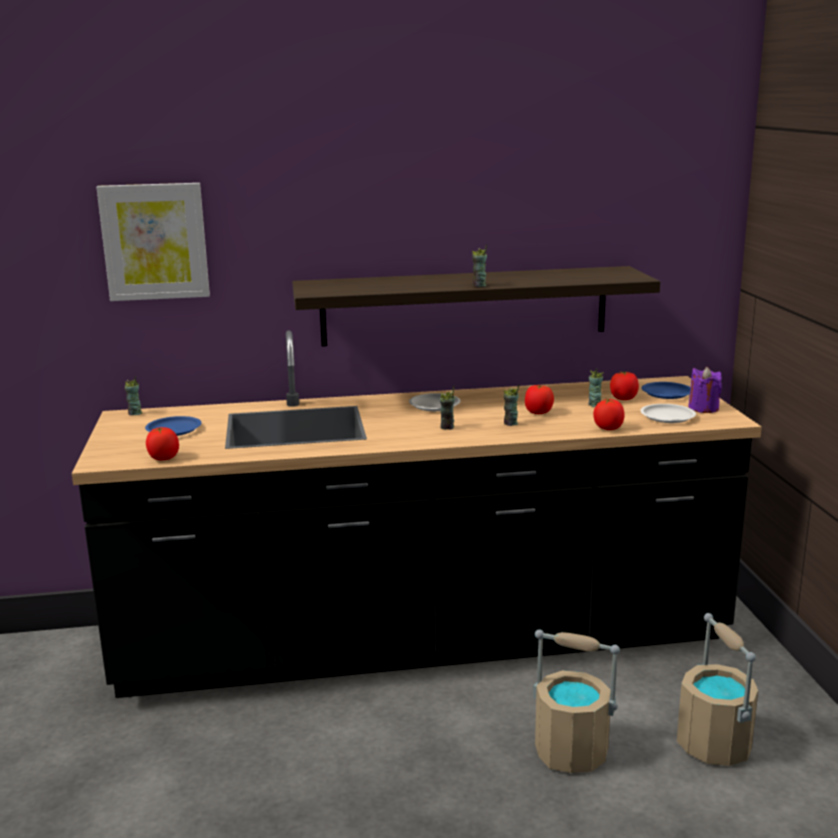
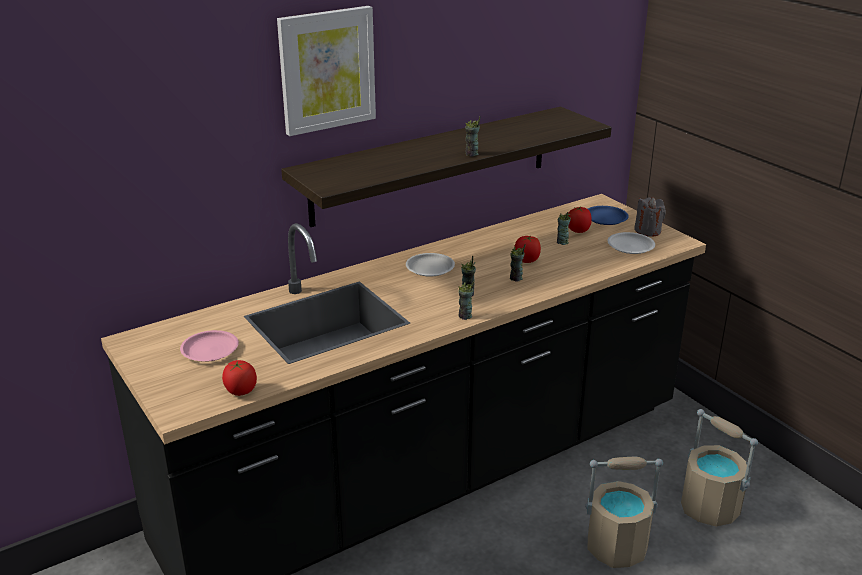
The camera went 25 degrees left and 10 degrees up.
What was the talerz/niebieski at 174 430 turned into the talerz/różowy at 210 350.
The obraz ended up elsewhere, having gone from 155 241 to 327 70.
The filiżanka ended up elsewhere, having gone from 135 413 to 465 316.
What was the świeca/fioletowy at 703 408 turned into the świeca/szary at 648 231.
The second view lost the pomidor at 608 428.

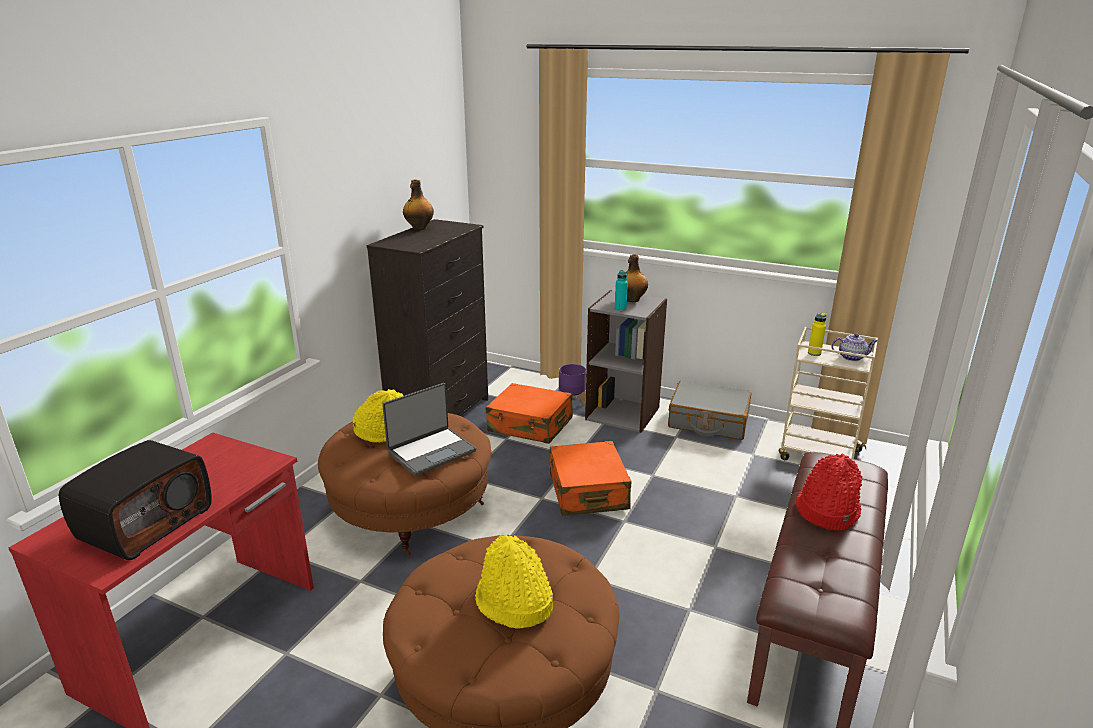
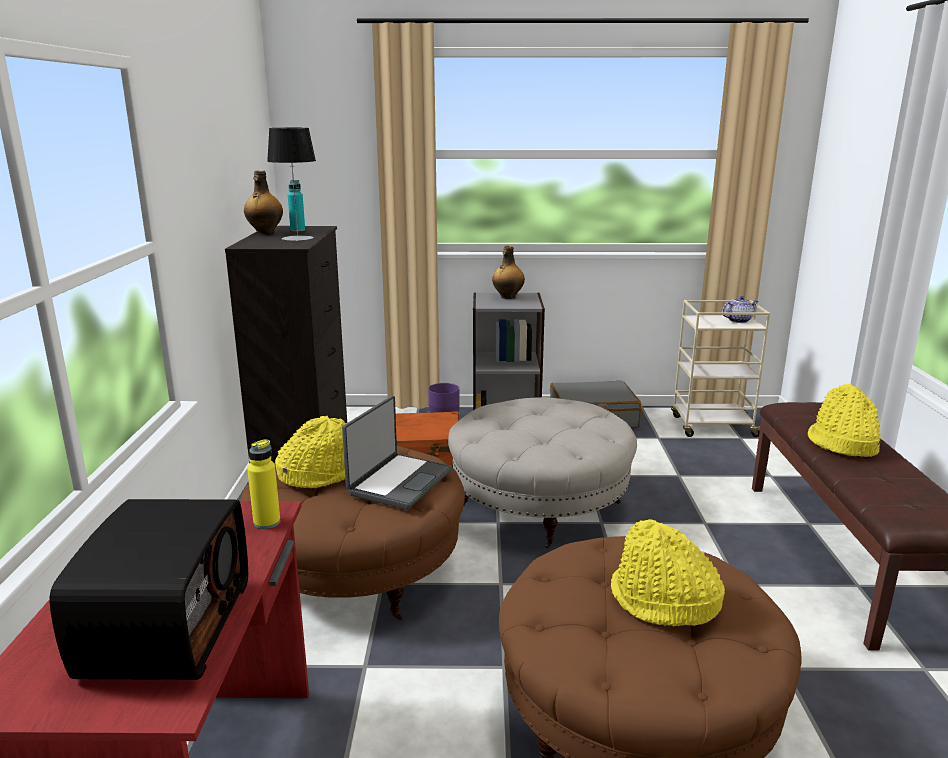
The camera went 25 degrees left and 5 degrees down.
The butelka/żółty ended up elsewhere, having gone from 814 353 to 267 522.
The second view gained the lampa stołowa at 297 238.
The butelka/turkusowy ended up elsewhere, having gone from 620 309 to 297 230.
Where the walizka/pomarańczowy stood at 588 491, the pufa/beżowy came to stand at 539 504.
What was the kapelusz/czerwony at 826 510 turned into the kapelusz/żółty at 842 444.

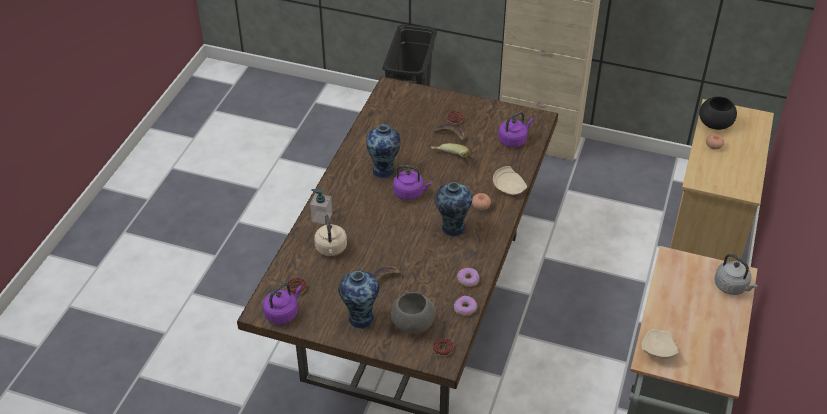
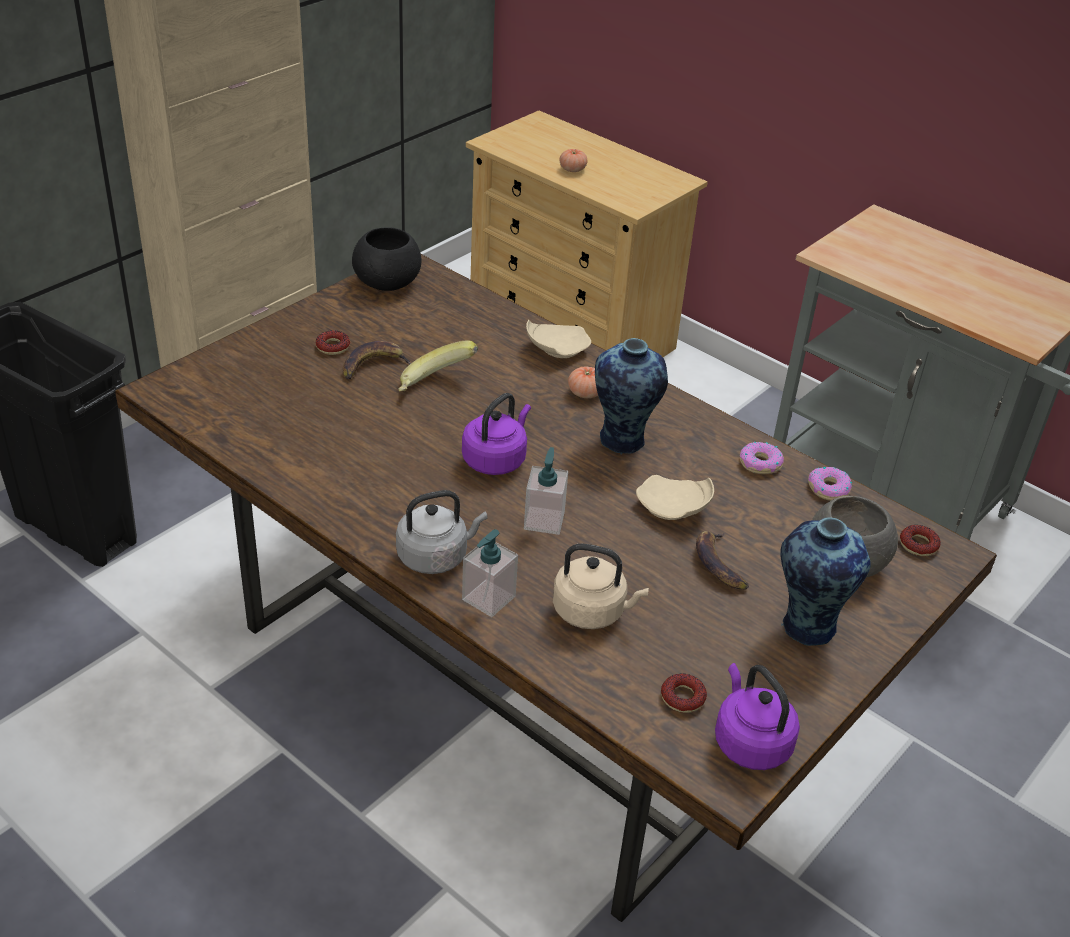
The camera went 70 degrees left and 5 degrees down.
The miska/czarny ended up elsewhere, having gone from 715 124 to 388 282.
The czajnik/szary ended up elsewhere, having gone from 732 287 to 436 556.
The second view gained the dozownik mydła at 544 520.
The talerz/beżowy ended up elsewhere, having gone from 657 350 to 673 509.
The second view lost the wazon at 384 170.
The second view lost the czajnik/fioletowy at 513 140.

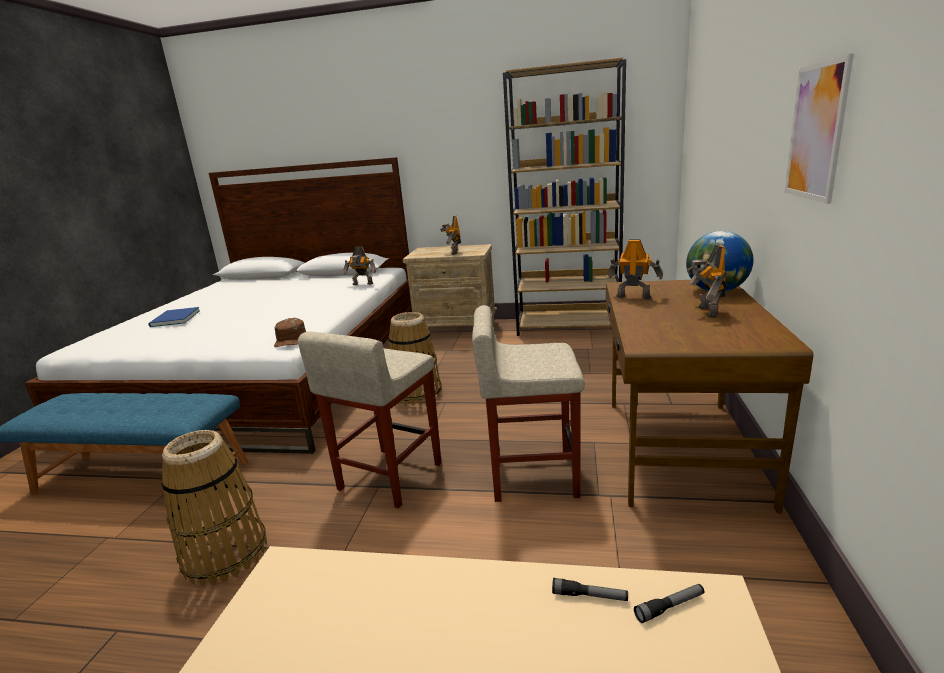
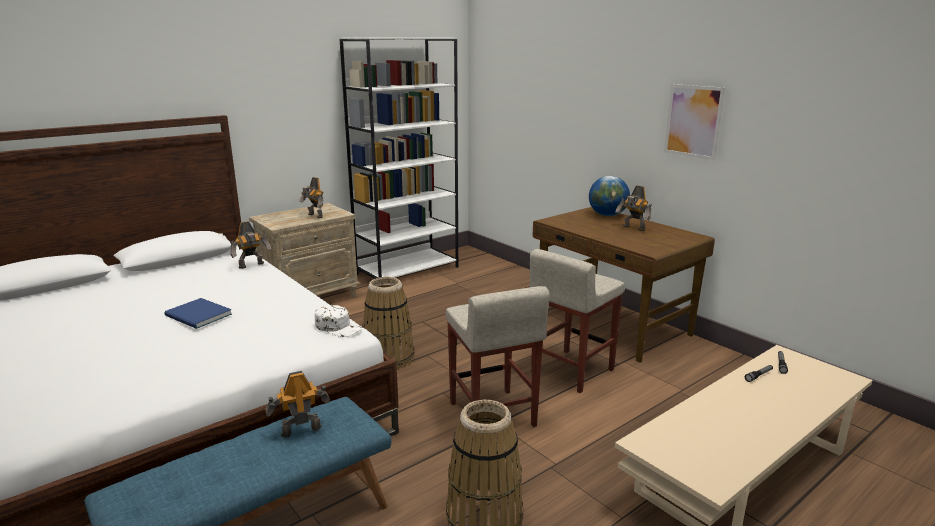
The camera went 50 degrees left and 0 degrees up.
The książka/niebieski ended up elsewhere, having gone from 174 319 to 198 316.
The robot zabawkowy ended up elsewhere, having gone from 633 297 to 300 430.
What was the czapka z daszkiem/brązowy at 290 339 turned into the czapka z daszkiem/biały at 338 327.
What was the regał/brązowy at 568 326 turned into the regał/biały at 407 270.

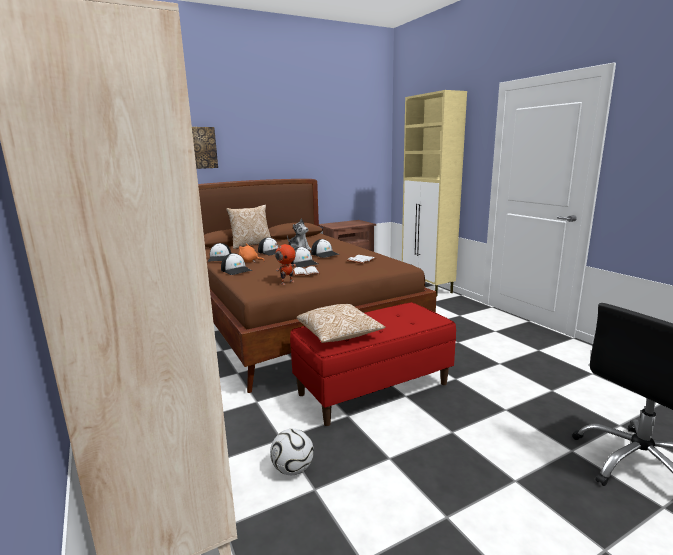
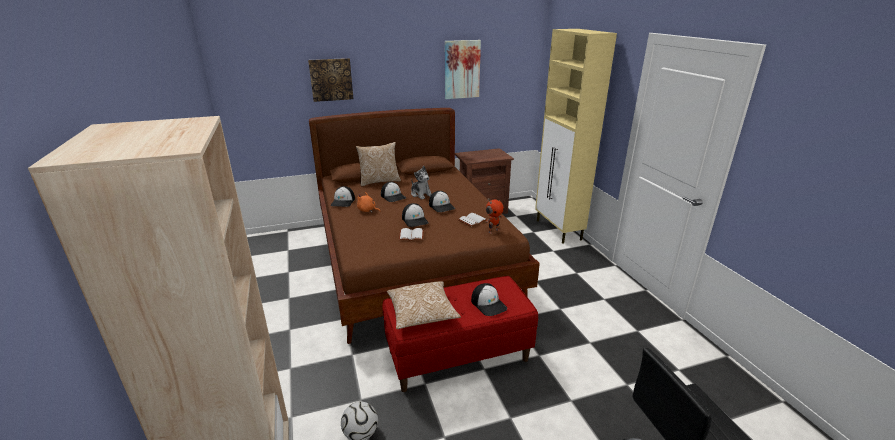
The camera went 10 degrees right and 10 degrees up.
The second view gained the obraz at 462 69.
The czapka z daszkiem ended up elsewhere, having gone from 236 270 to 488 304.
The robot zabawkowy ended up elsewhere, having gone from 287 282 to 493 231.

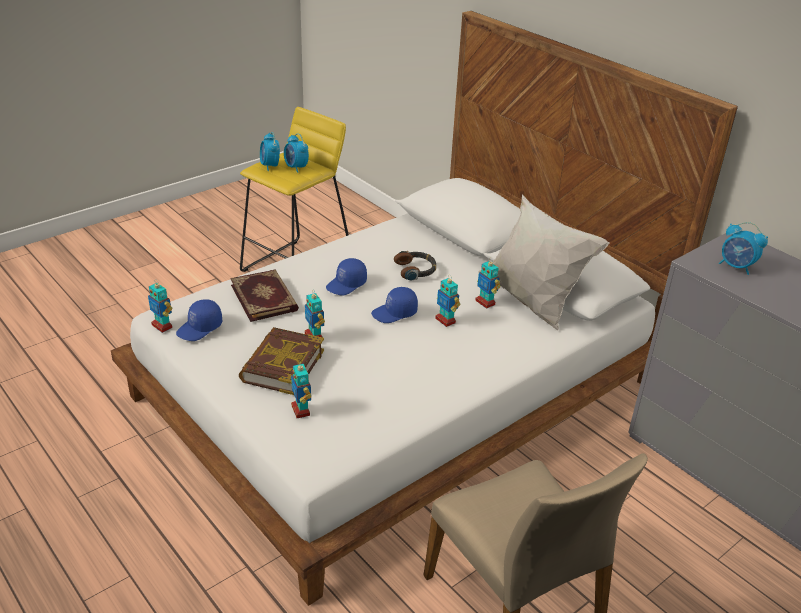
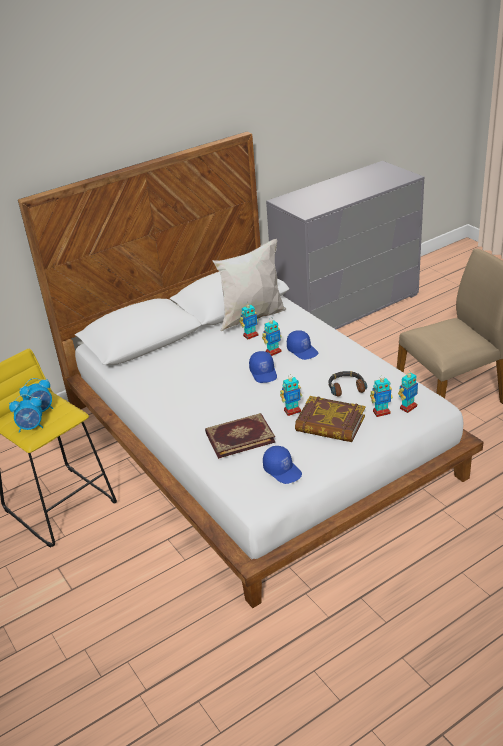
The camera went 80 degrees left and 0 degrees up.
The czapka z daszkiem/niebieski ended up elsewhere, having gone from 347 285 to 303 350.
The słuchawki ended up elsewhere, having gone from 416 270 to 346 387.
The robot zabawkowy ended up elsewhere, having gone from 162 326 to 408 407.
The second view lost the budzik at 736 267.

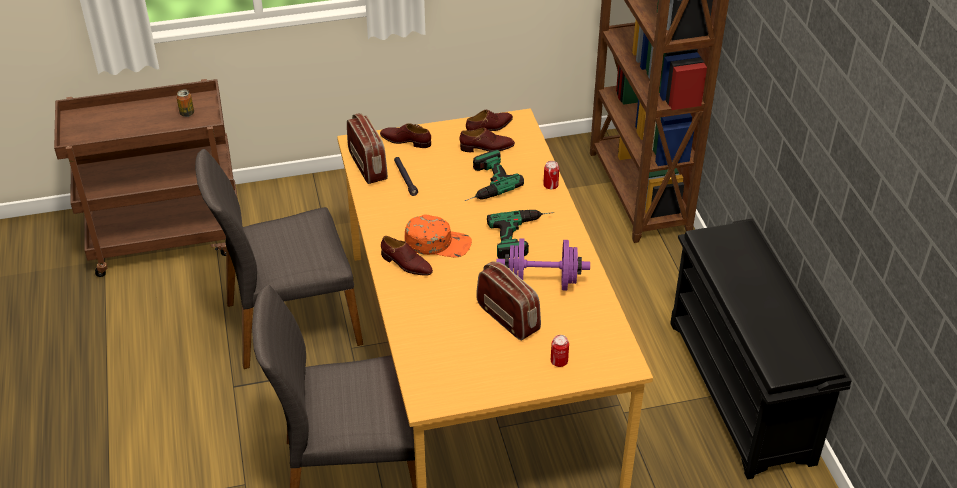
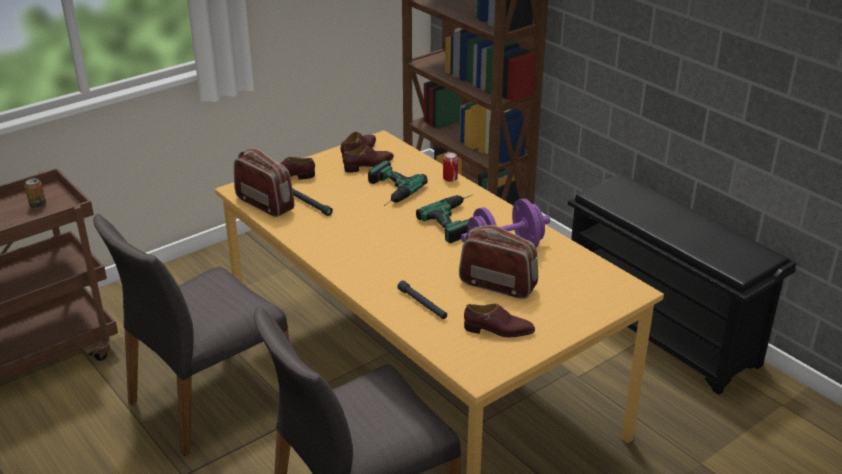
The camera went 25 degrees left and 10 degrees down.
The second view gained the latarka/czarny at 422 304.
The but/brązowy ended up elsewhere, having gone from 406 264 to 498 330.
The second view lost the czapka z daszkiem/pomarańczowy at 438 242.
The second view lost the puszka at 559 361.

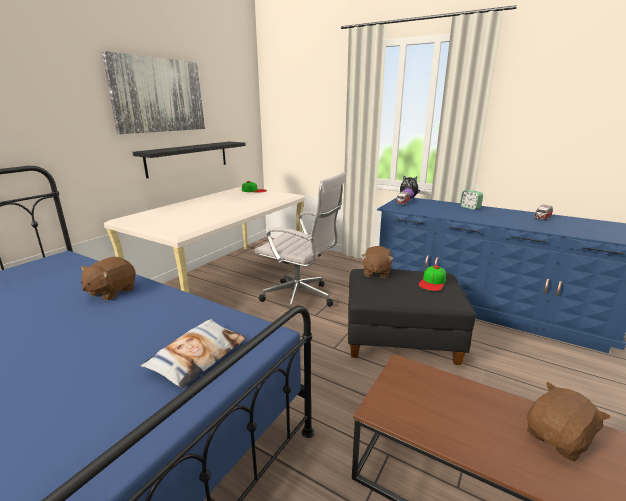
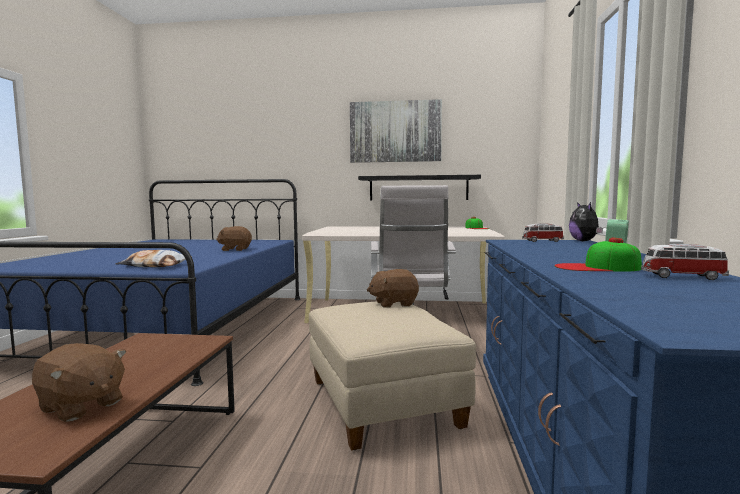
The camera went 65 degrees right and 15 degrees down.
What was the pufa/czarny at 401 338 turned into the pufa/beżowy at 383 403.
The czapka z daszkiem ended up elsewhere, having gone from 433 282 to 597 267.

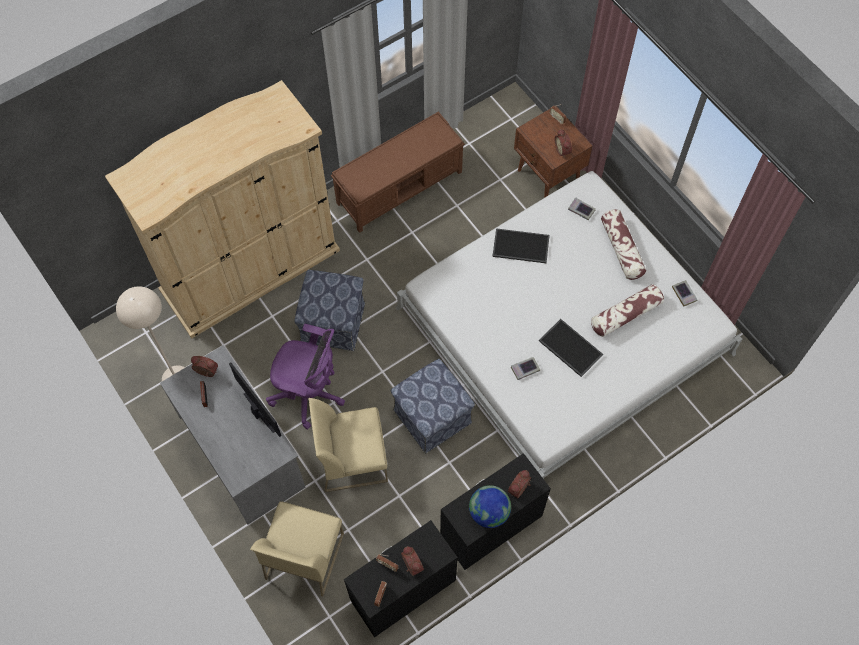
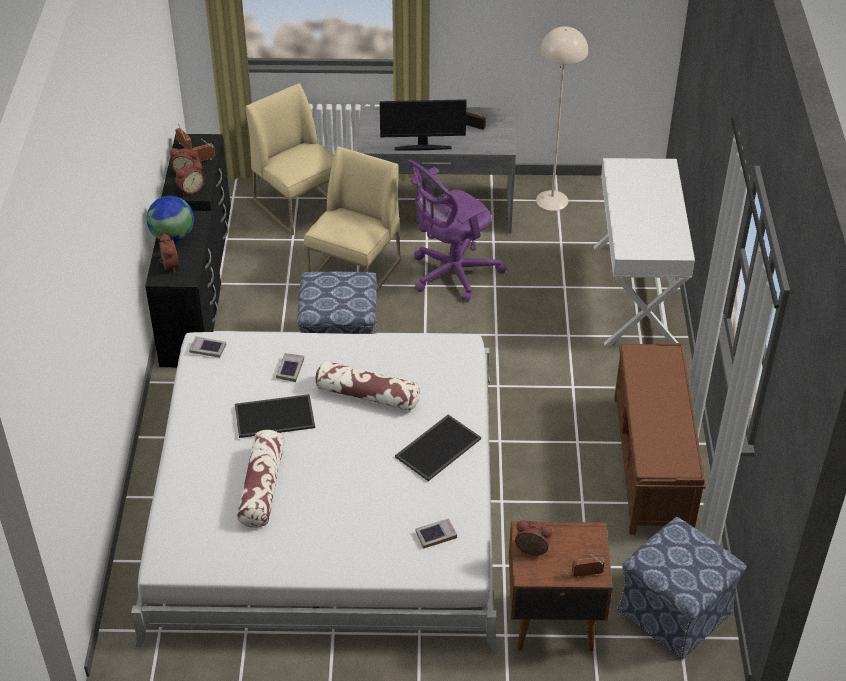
The camera went 125 degrees right and 20 degrees down.
The budzik ended up elsewhere, having gone from 206 372 to 190 189.
The książka ended up elsewhere, having gone from 684 294 to 207 349.
The poduszka ended up elsewhere, having gone from 621 249 to 367 395.
Where the szafa/beżowy stood at 250 270, the biurko/biały came to stand at 636 294.
The pufa ended up elsewhere, having gone from 333 321 to 676 611.

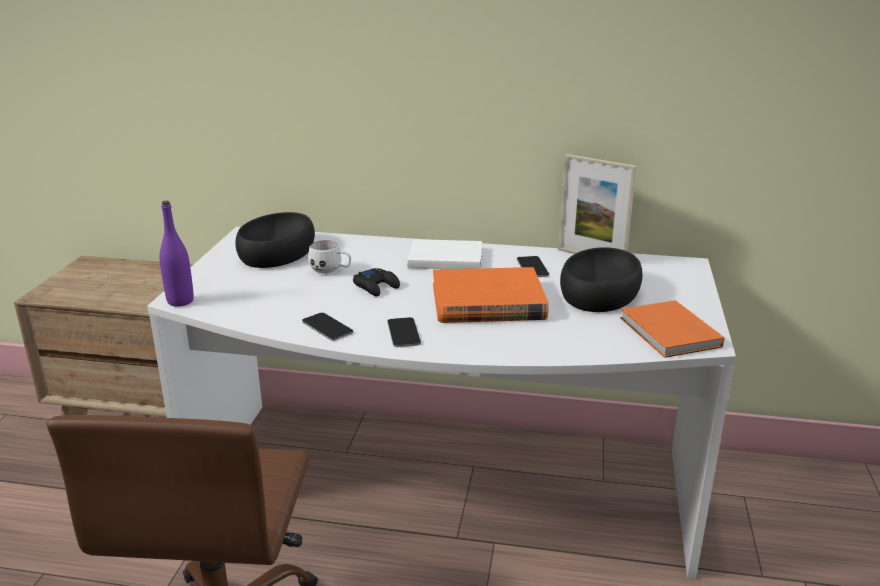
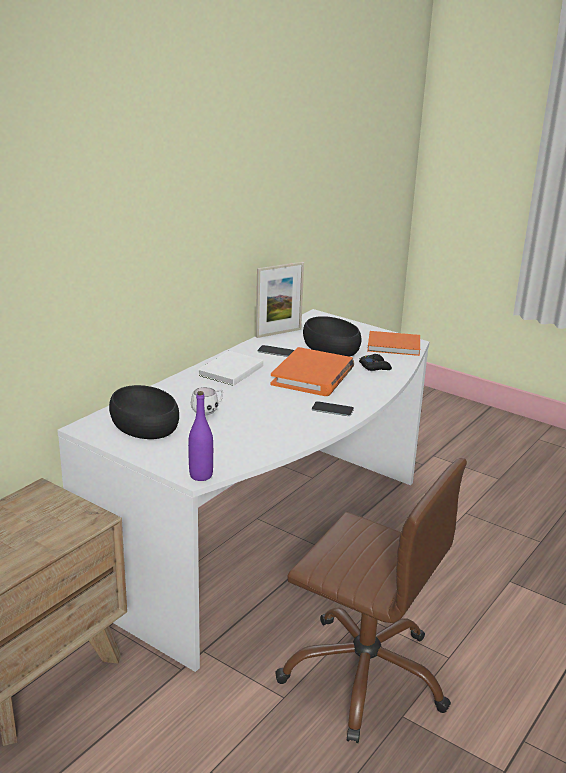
The camera went 65 degrees left and 0 degrees up.
The pad do gier/czarny ended up elsewhere, having gone from 376 287 to 375 367.
The second view lost the telefon at 327 327.

